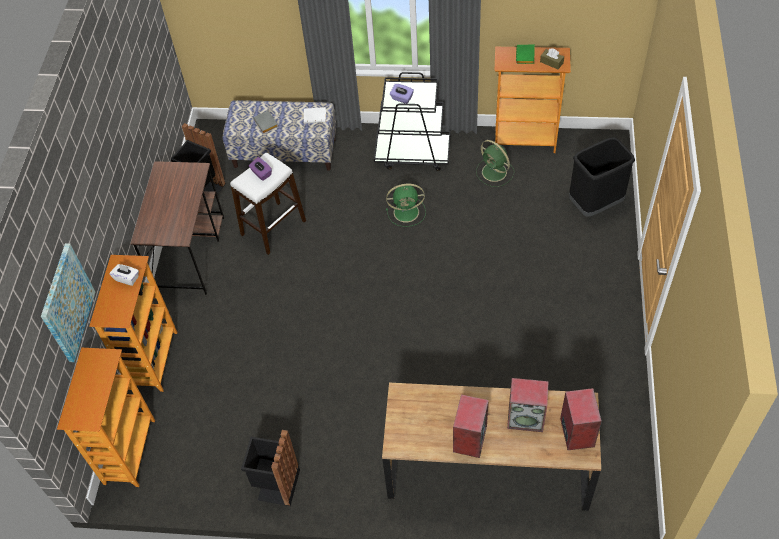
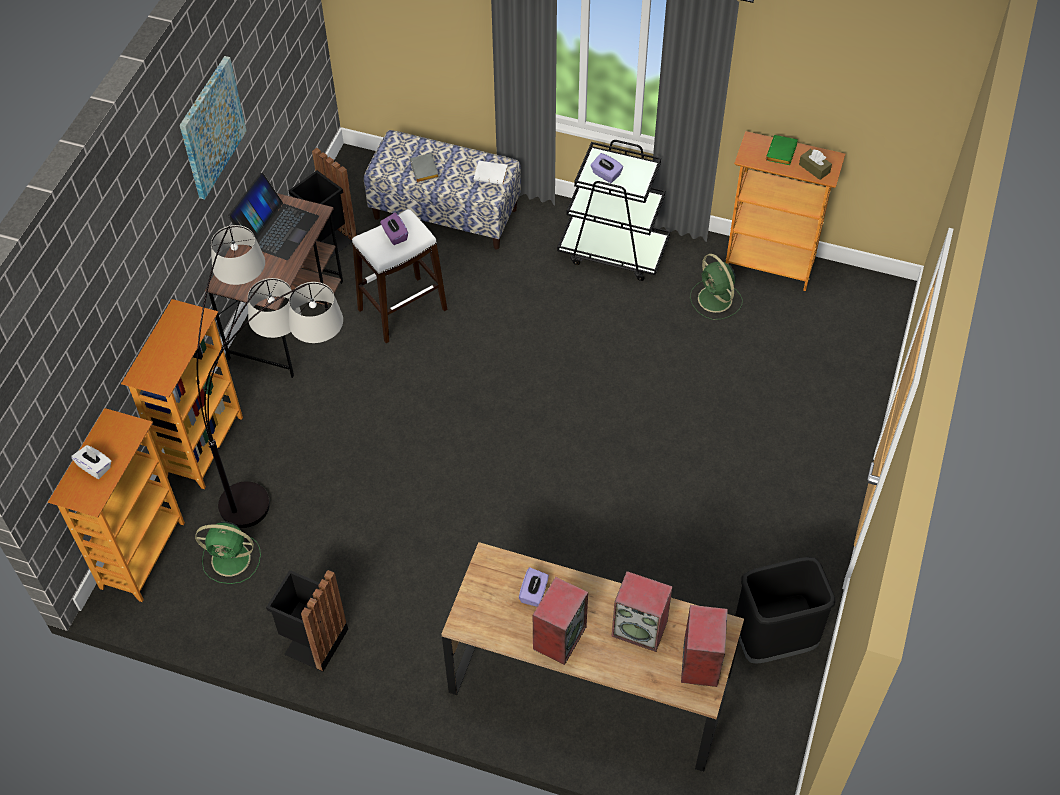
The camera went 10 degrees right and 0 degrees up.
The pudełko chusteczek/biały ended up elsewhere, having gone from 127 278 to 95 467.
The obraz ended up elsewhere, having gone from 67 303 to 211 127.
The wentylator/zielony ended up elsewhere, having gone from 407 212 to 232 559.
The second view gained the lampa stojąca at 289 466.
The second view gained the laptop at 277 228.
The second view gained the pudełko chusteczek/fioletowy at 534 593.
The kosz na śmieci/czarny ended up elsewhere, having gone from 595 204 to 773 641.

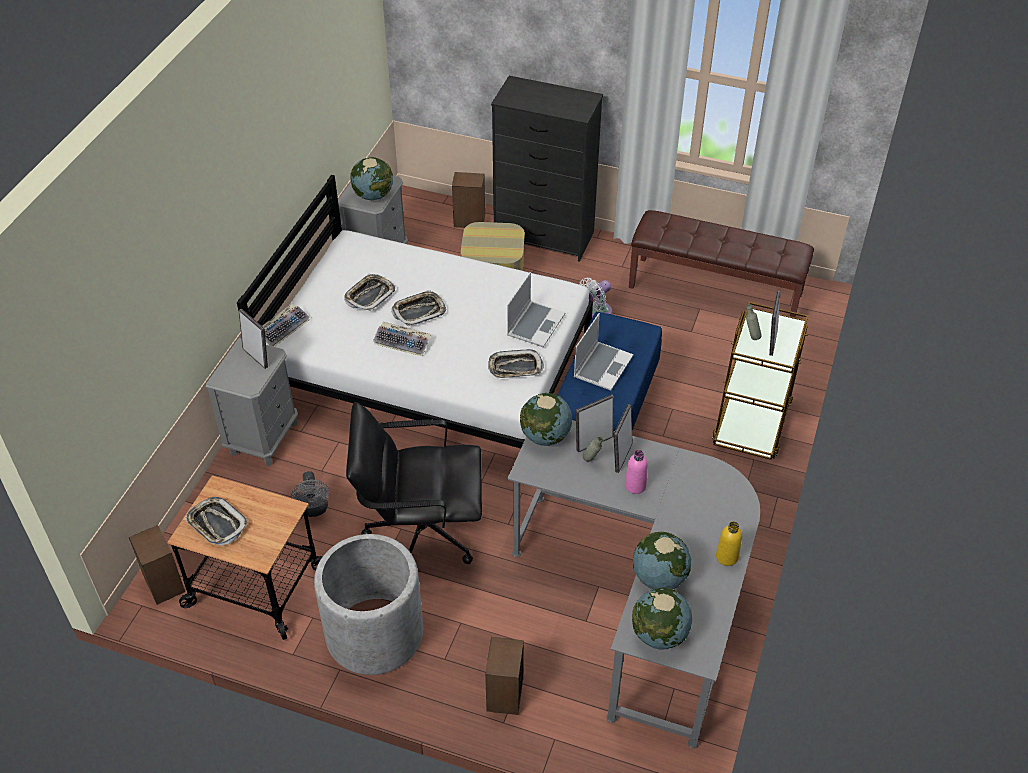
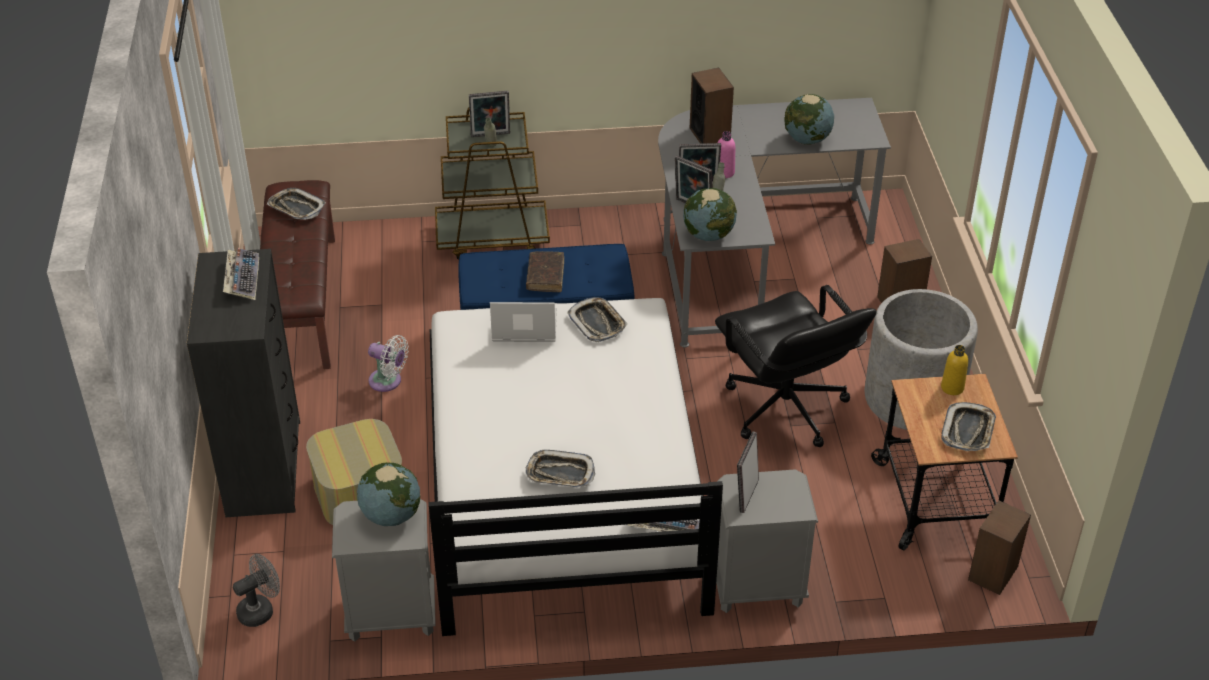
The camera went 115 degrees left and 5 degrees down.
The klawiatura ended up elsewhere, having gone from 403 342 to 242 278.
The wentylator/szary ended up elsewhere, having gone from 314 510 to 260 610.
The taca ended up elsewhere, having gone from 419 311 to 296 208.
Where the laptop stood at 602 366, the książka/brązowy came to stand at 545 276.
The głośnik ended up elsewhere, having gone from 469 221 to 710 135.
The butelka/żółty ended up elsewhere, having gone from 727 557 to 952 388.
The second view lost the globus at 659 635.

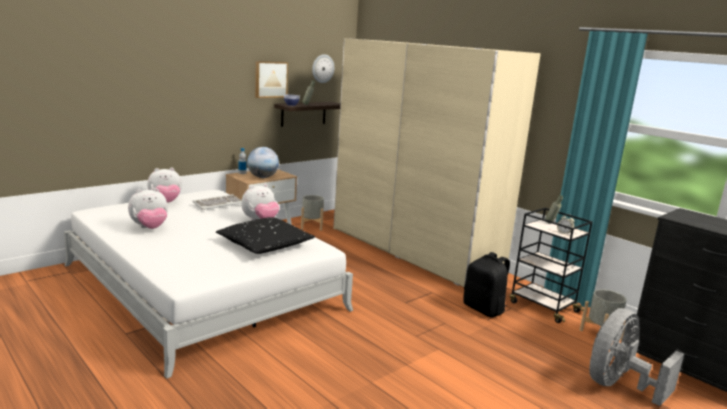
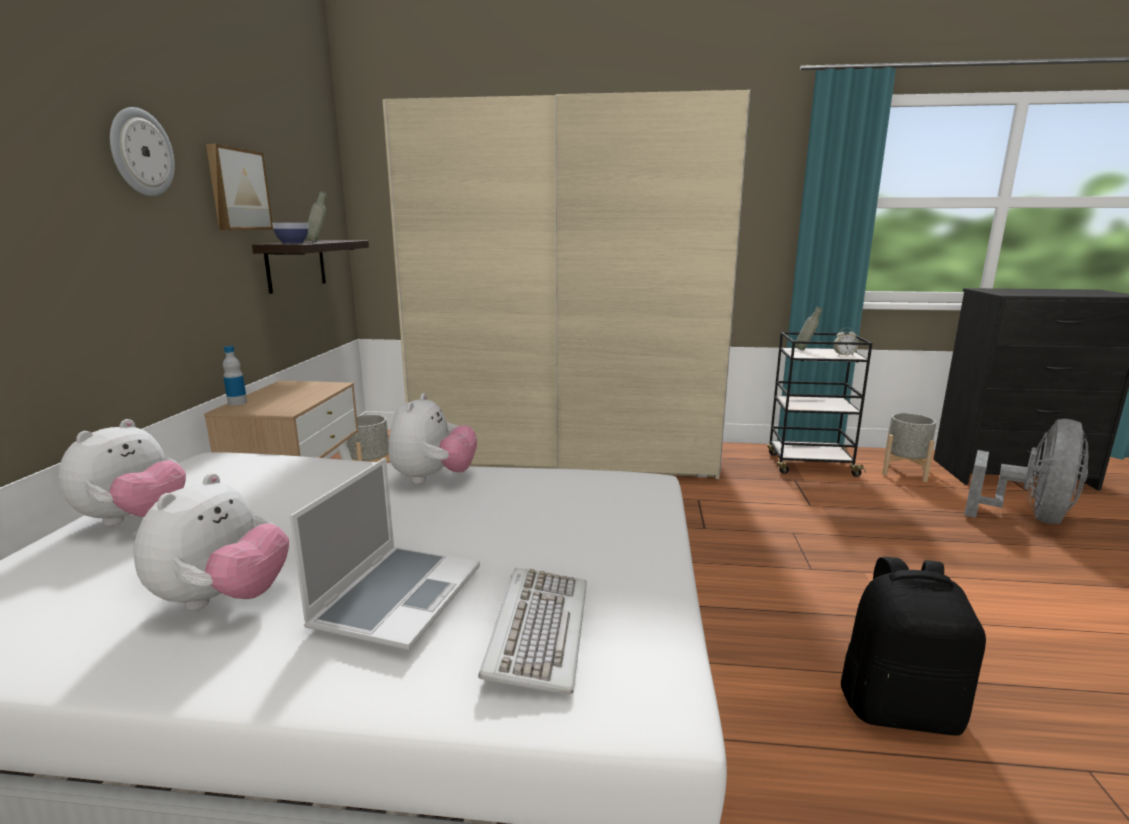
The camera went 40 degrees left and 0 degrees up.
The zegar ścienny ended up elsewhere, having gone from 322 68 to 141 152.
The second view gained the laptop at 397 596.
The klawiatura ended up elsewhere, having gone from 218 204 to 537 631.
The plecak/czarny ended up elsewhere, having gone from 484 309 to 900 708.
The wentylator/szary at 618 385 ended up facing another way, 150 degrees counterclockwise from before.
The second view lost the poduszka/czarny at 264 245.
The second view lost the globus at 262 177.

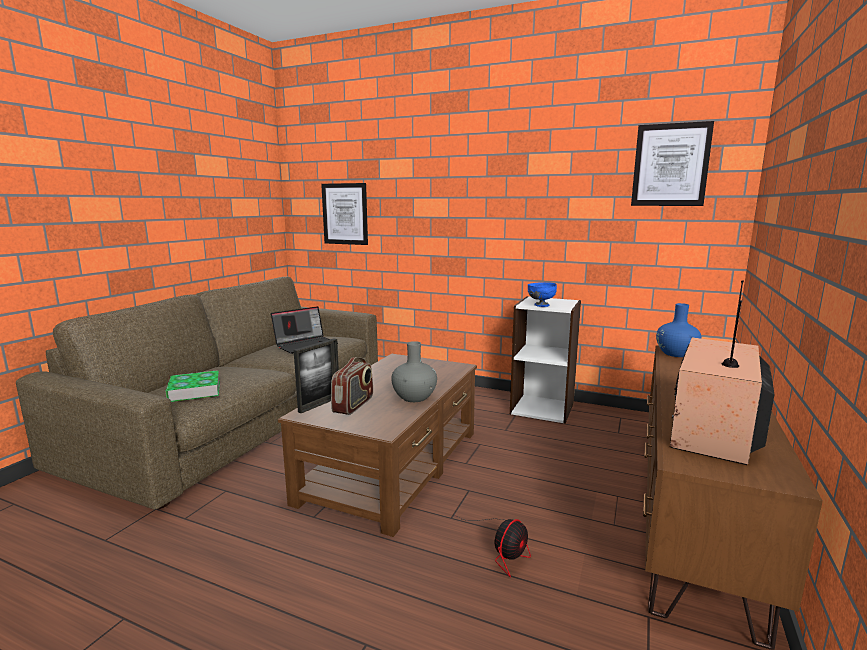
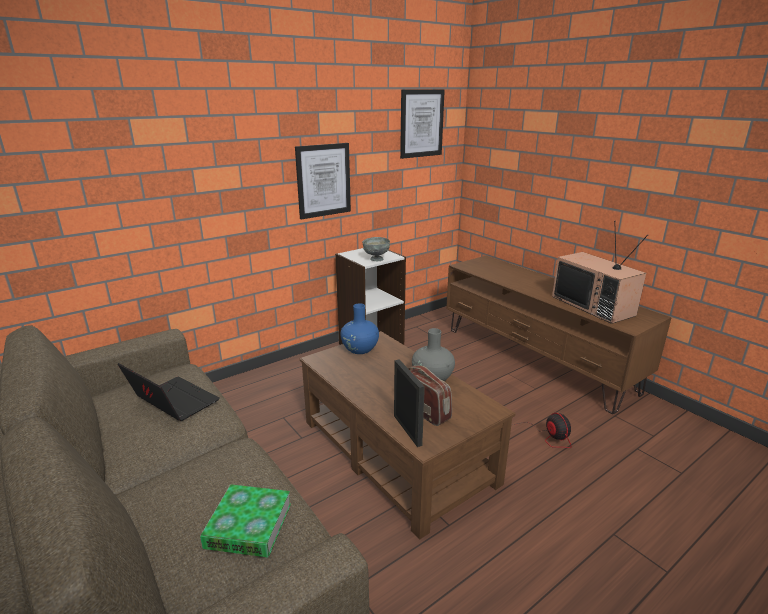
The camera went 60 degrees left and 10 degrees up.
The laptop at 306 344 ended up facing another way, 45 degrees counterclockwise from before.
The obraz ended up elsewhere, having gone from 345 214 to 323 180.
The wazon/niebieski ended up elsewhere, having gone from 676 354 to 360 349.
What was the miska/niebieski at 541 305 turned into the miska/szary at 376 259.

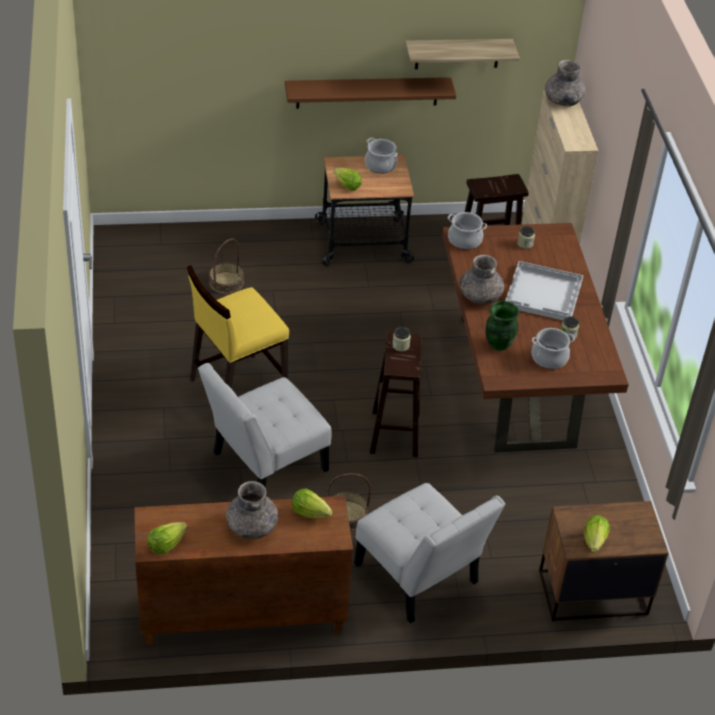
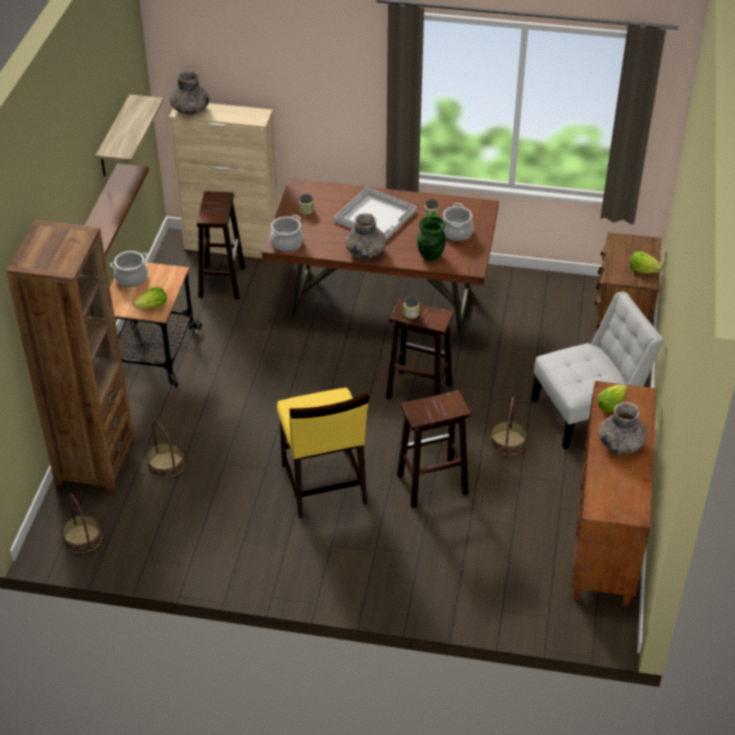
The camera went 70 degrees left and 0 degrees up.
The second view gained the regał/brązowy at 95 462.
The second view gained the koszyk at 82 538.
Where the krzesło/biały stood at 264 464, the stołek/brązowy came to stand at 431 484.
The second view lost the sałata at 166 545.

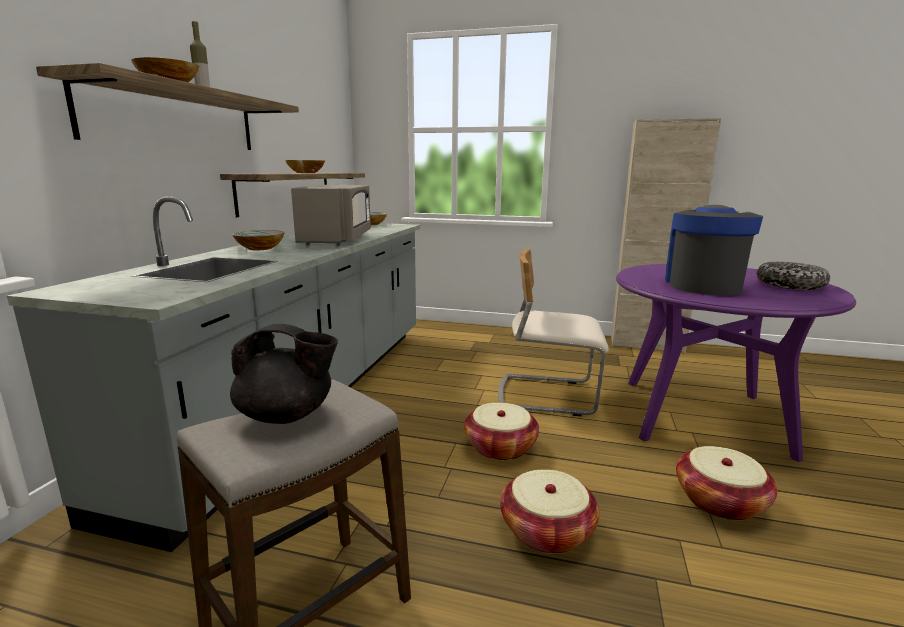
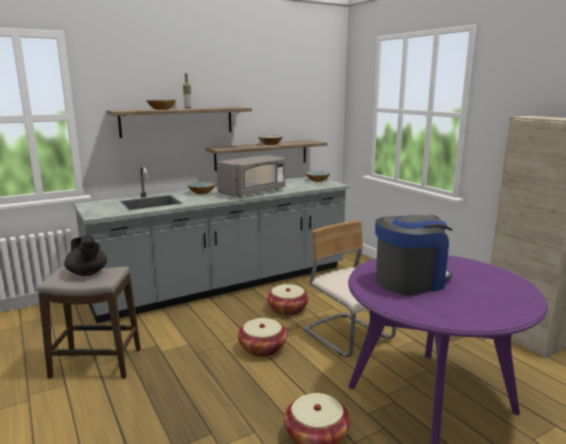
The camera went 45 degrees right and 0 degrees up.
The koszyk ended up elsewhere, having gone from 546 531 to 287 309.
The second view lost the miska at 790 285.

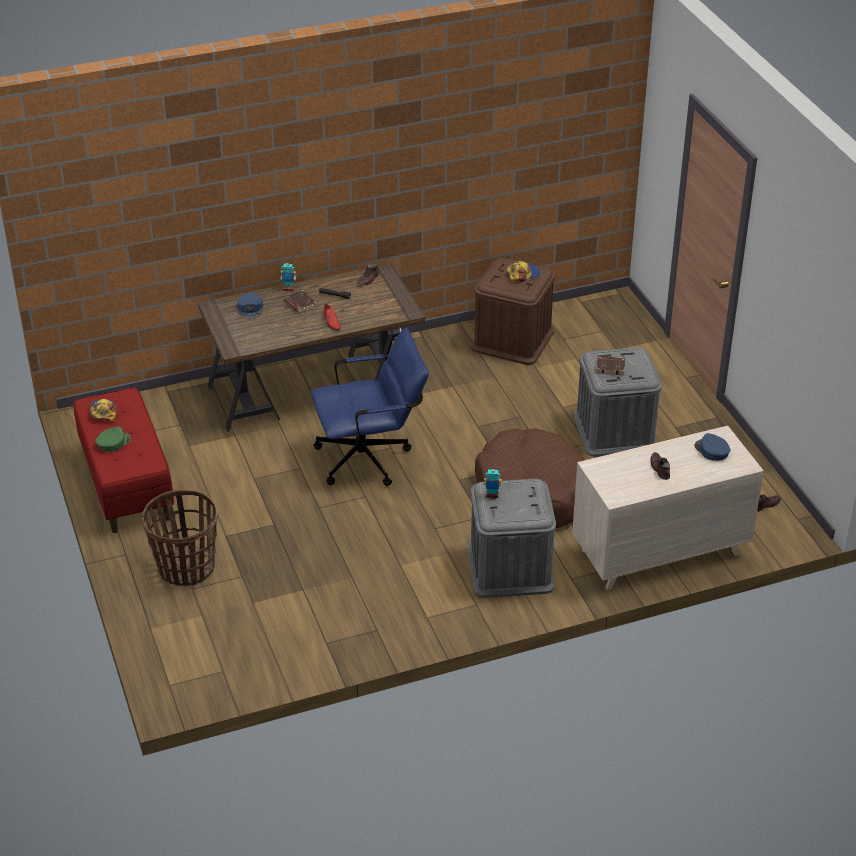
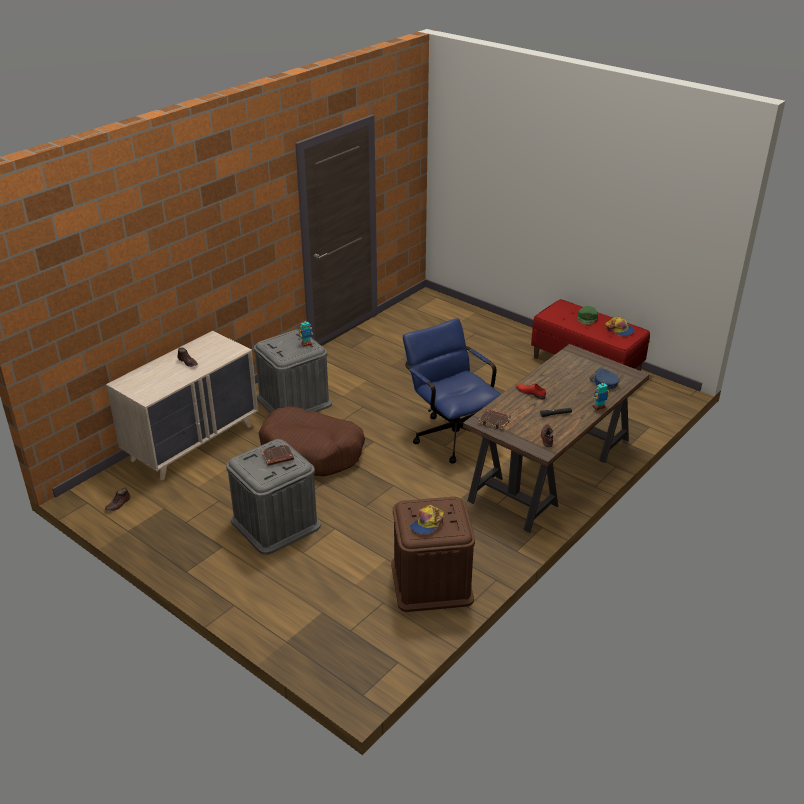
The camera went 150 degrees right and 5 degrees down.
The krzesło biurowe/niebieski at 371 458 ended up facing another way, 105 degrees clockwise from before.
The książka/brązowy ended up elsewhere, having gone from 299 304 to 495 421.
The second view lost the koszyk at 186 568.
The second view lost the czapka z daszkiem/niebieski at 711 450.

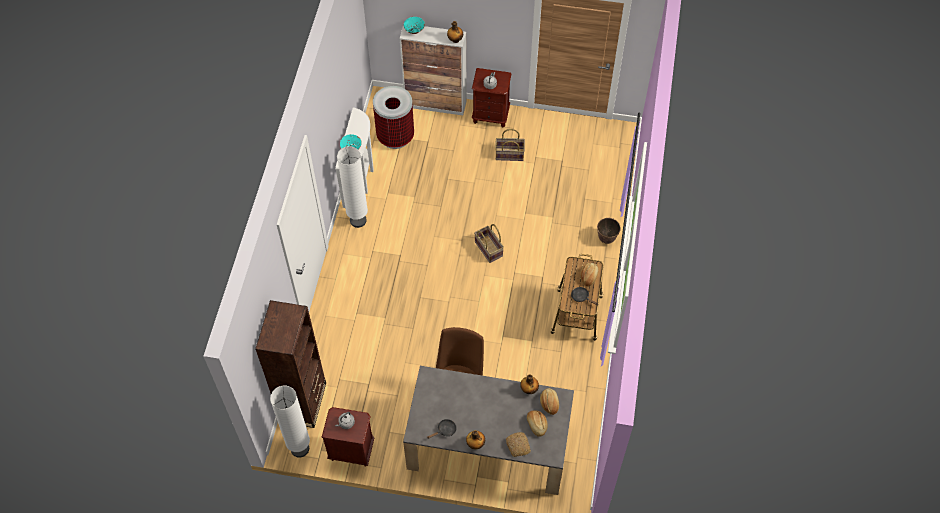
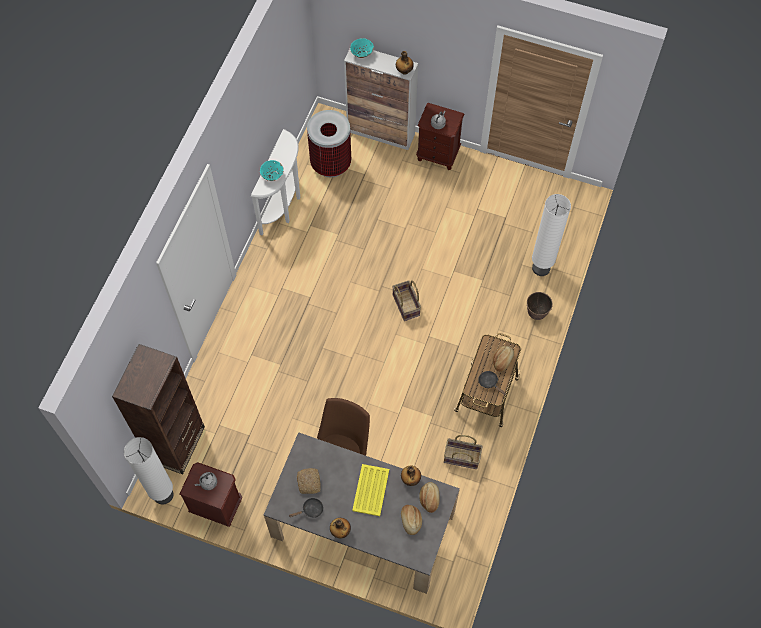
The camera went 10 degrees right and 5 degrees up.
The chleb ended up elsewhere, having gone from 518 446 to 309 482.
The second view gained the taca/żółty at 371 489.
The koszyk ended up elsewhere, having gone from 509 155 to 461 458.
The lampa stojąca/biały ended up elsewhere, having gone from 358 220 to 541 268.

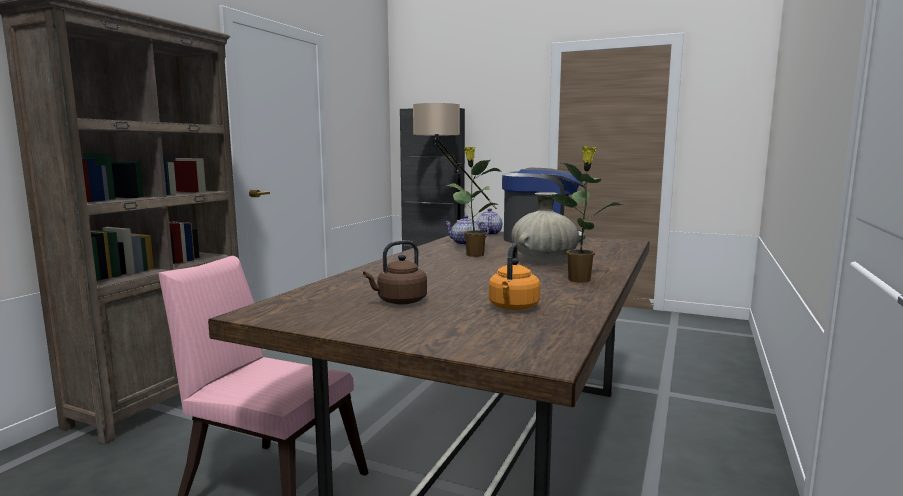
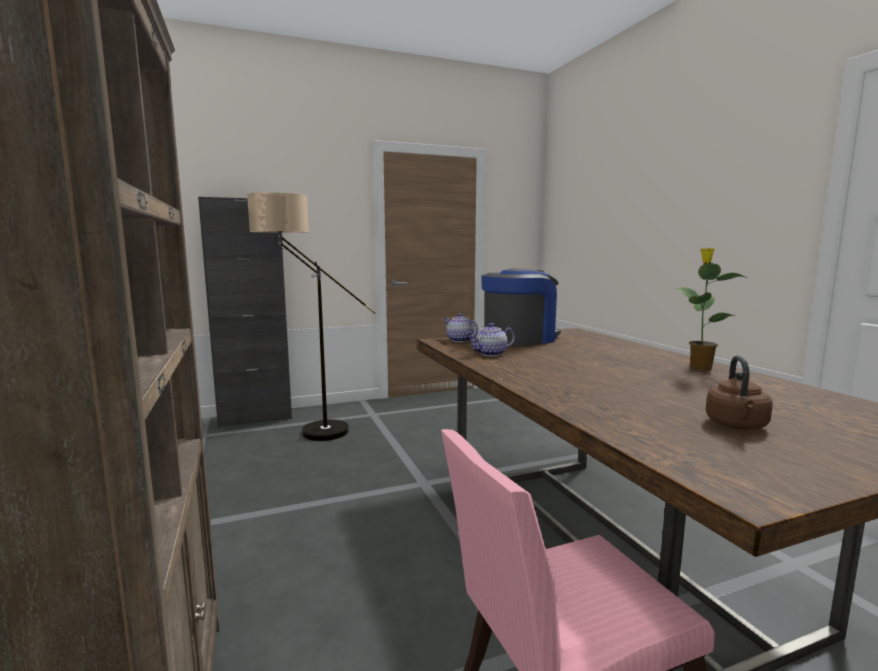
The camera went 45 degrees left and 0 degrees up.
The second view lost the roślina doniczkowa at 473 255.
The second view lost the czajnik/pomarańczowy at 513 307.
The second view lost the wazon/beżowy at 543 260.

